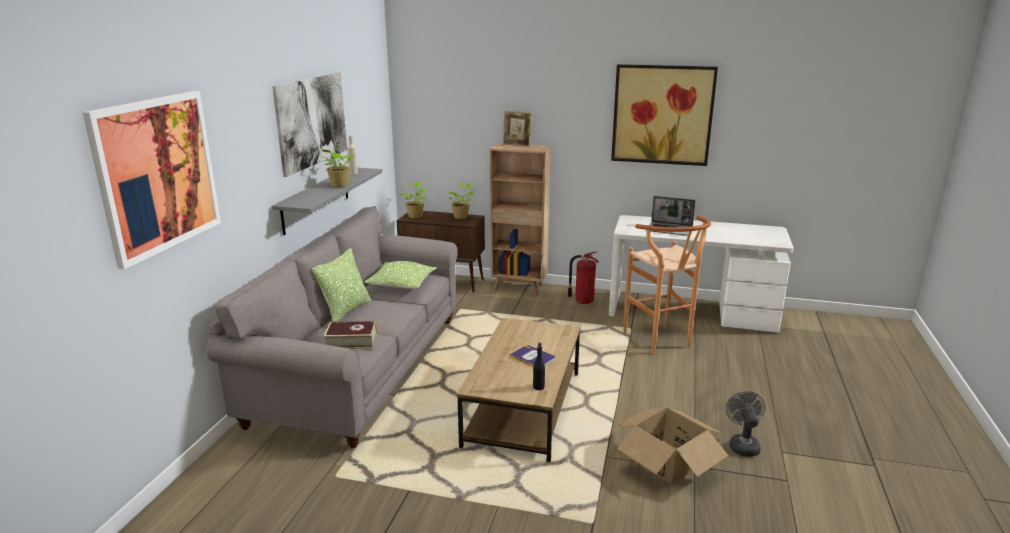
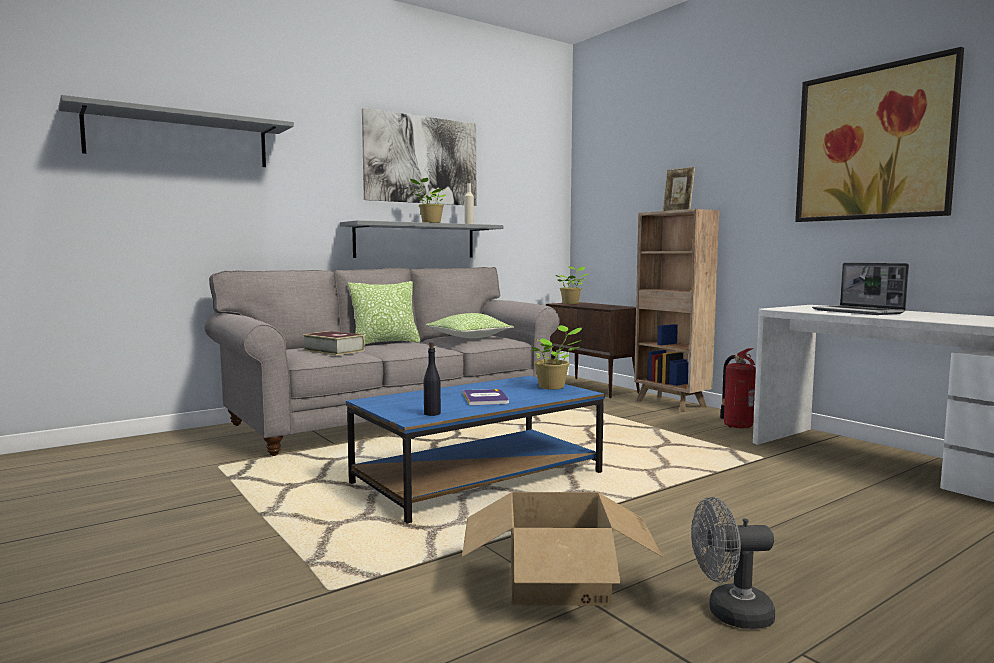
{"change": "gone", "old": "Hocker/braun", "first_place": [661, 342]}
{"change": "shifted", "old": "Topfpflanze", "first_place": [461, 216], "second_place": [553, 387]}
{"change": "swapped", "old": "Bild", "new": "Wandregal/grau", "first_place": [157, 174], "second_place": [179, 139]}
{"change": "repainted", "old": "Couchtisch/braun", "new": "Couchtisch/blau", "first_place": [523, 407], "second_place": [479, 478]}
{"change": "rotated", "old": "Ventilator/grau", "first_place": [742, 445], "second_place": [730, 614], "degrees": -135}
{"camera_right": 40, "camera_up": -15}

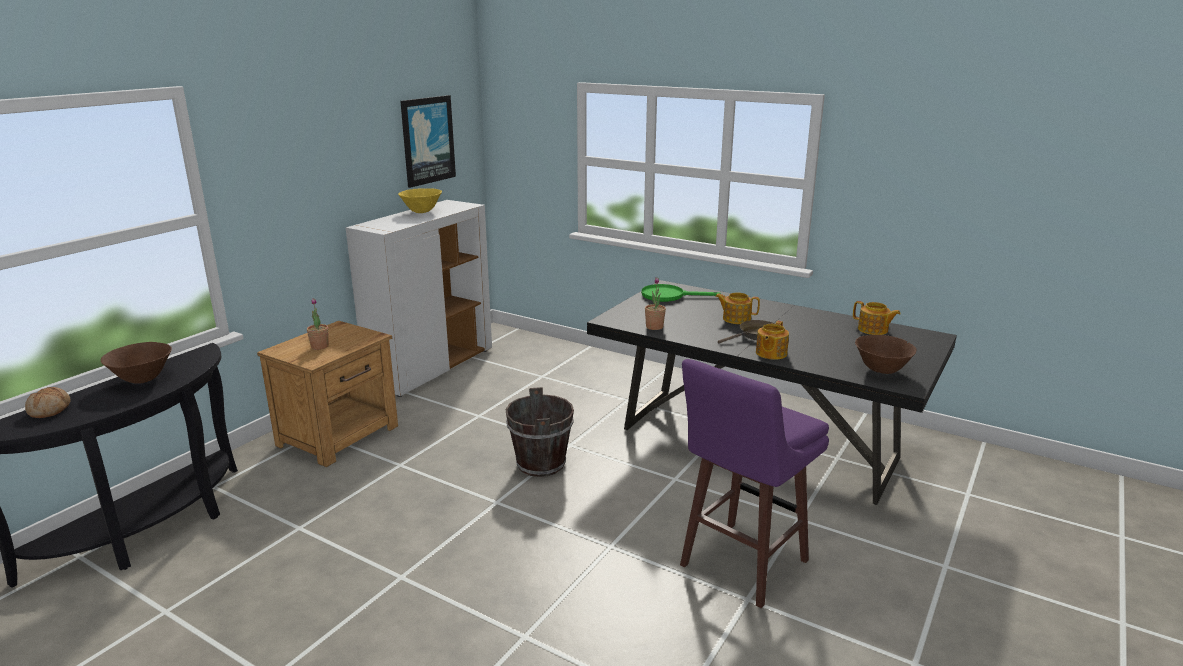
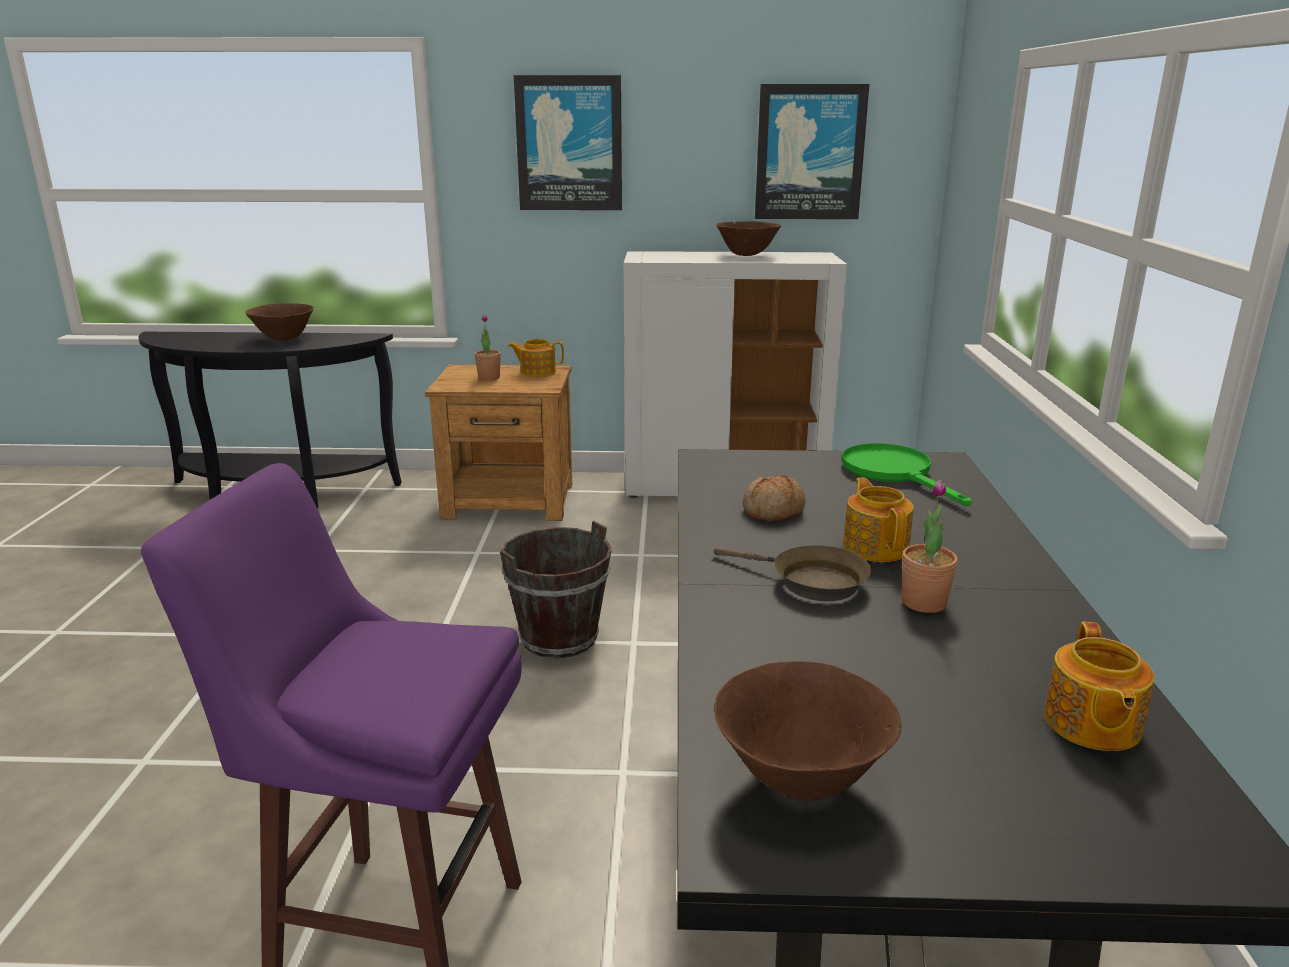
{"change": "new", "new": "Bild", "second_place": [569, 144]}
{"change": "shifted", "old": "Brot", "first_place": [50, 410], "second_place": [774, 511]}
{"change": "shifted", "old": "Topfpflanze", "first_place": [654, 327], "second_place": [924, 602]}
{"change": "shifted", "old": "Teekanne", "first_place": [770, 353], "second_place": [537, 372]}
{"change": "repainted", "old": "Schüssel/gelb", "new": "Schüssel/braun", "first_place": [421, 212], "second_place": [746, 255]}
{"camera_right": 60, "camera_up": 0}

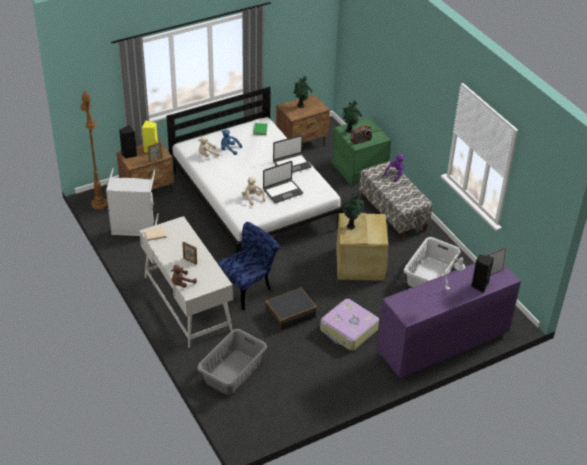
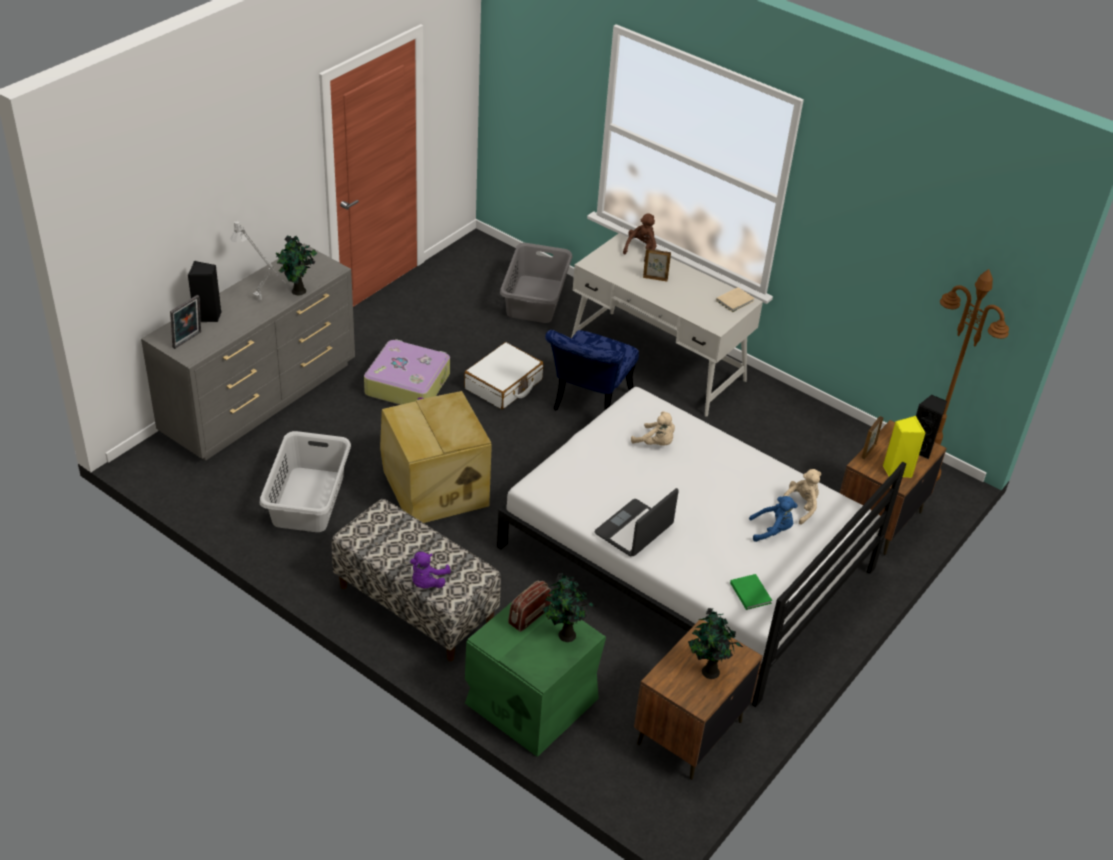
{"change": "gone", "old": "Wäschekorb/grau", "first_place": [134, 228]}
{"change": "gone", "old": "Laptop", "first_place": [282, 191]}
{"change": "shifted", "old": "Topfpflanze", "first_place": [351, 226], "second_place": [298, 292]}
{"change": "repainted", "old": "Koffer/schwarz", "new": "Koffer/weiß", "first_place": [290, 314], "second_place": [503, 385]}
{"change": "repainted", "old": "Kommode/lila", "new": "Kommode/grau", "first_place": [441, 344], "second_place": [261, 399]}
{"camera_right": 155, "camera_up": 0}

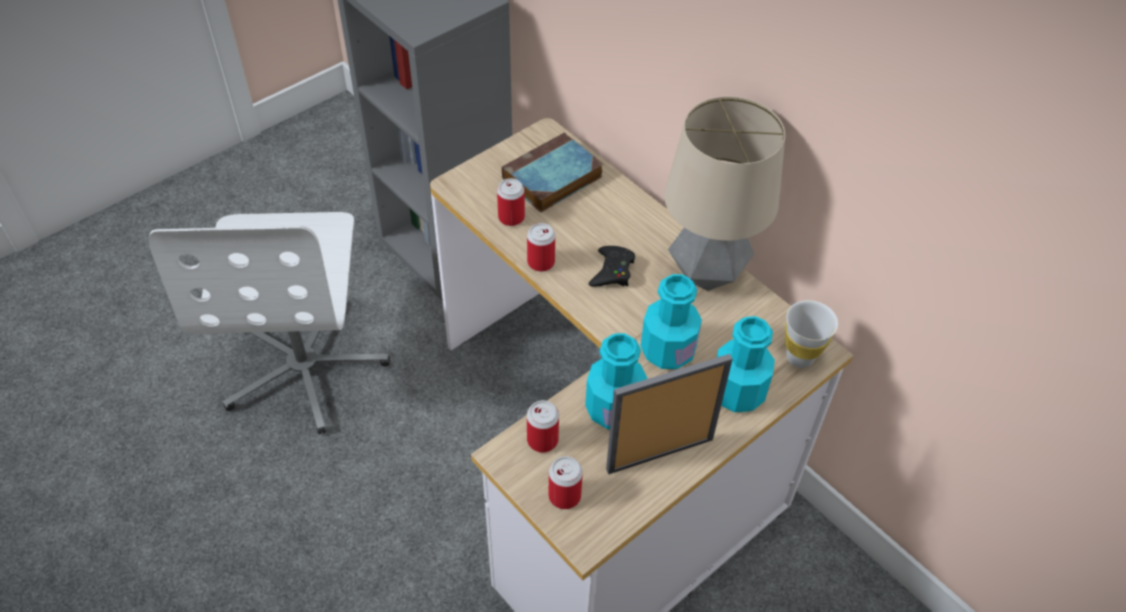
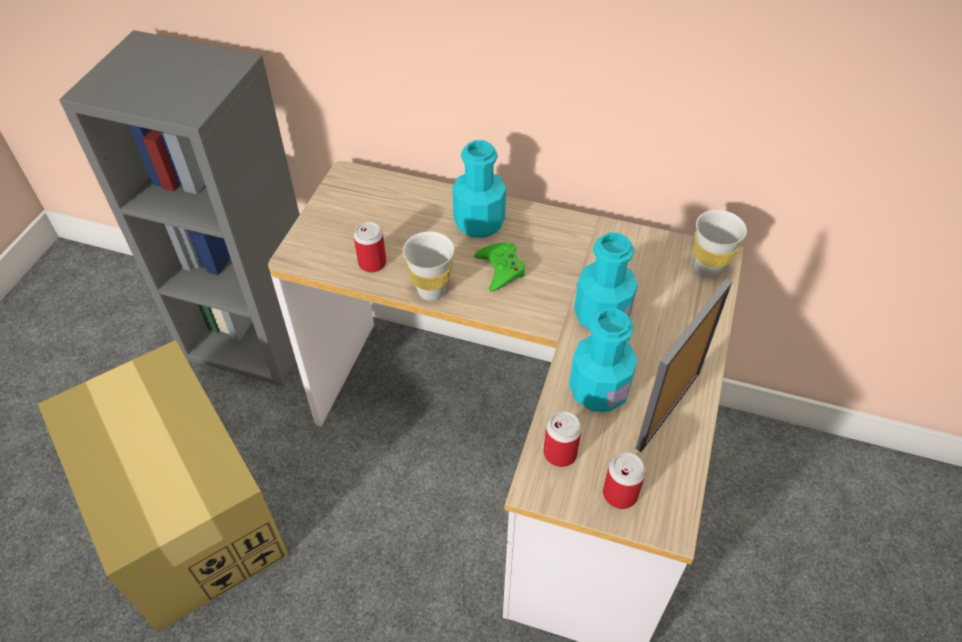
{"change": "gone", "old": "Buch", "first_place": [551, 179]}
{"change": "gone", "old": "Tischlampe", "first_place": [706, 273]}
{"change": "shifted", "old": "Flasche/türkis", "first_place": [737, 392], "second_place": [479, 222]}
{"change": "swapped", "old": "Bürostuhl/weiß", "new": "Karton", "first_place": [305, 366], "second_place": [186, 513]}
{"change": "swapped", "old": "Dose", "new": "Tasse/weiß", "first_place": [541, 262], "second_place": [431, 291]}
{"change": "repainted", "old": "Gamepad/schwarz", "new": "Gamepad/grün", "first_place": [612, 271], "second_place": [500, 269]}
{"camera_right": -30, "camera_up": 0}

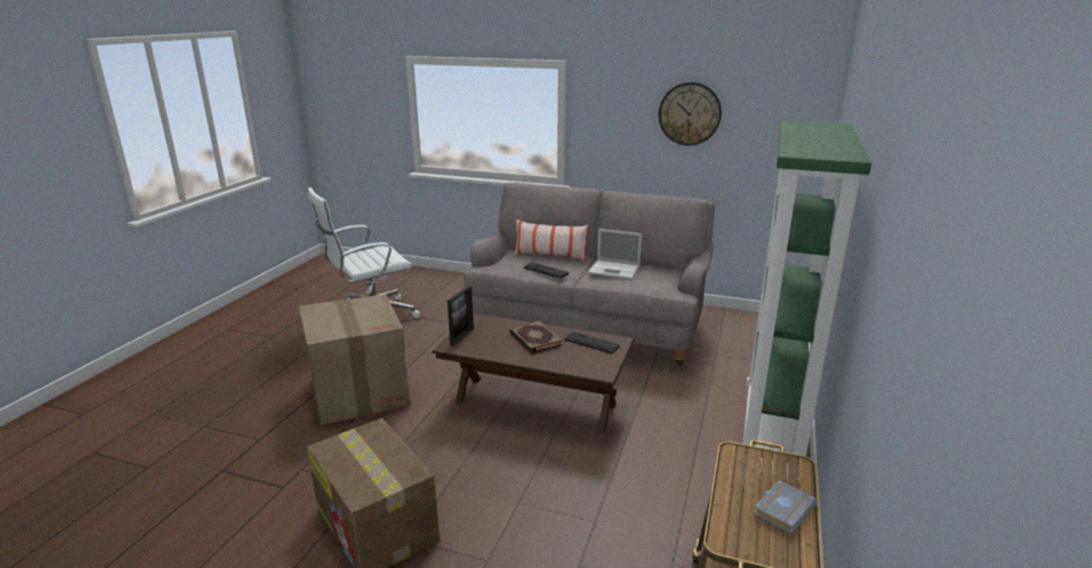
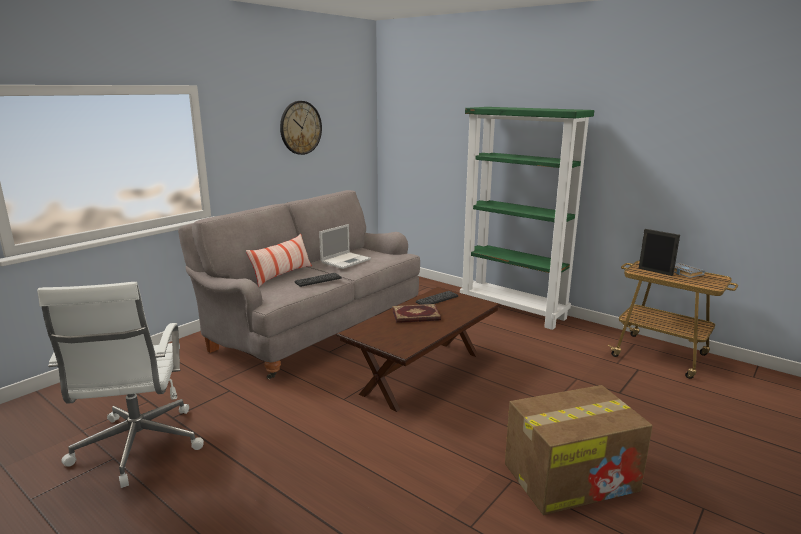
{"change": "gone", "old": "Karton", "first_place": [359, 392]}
{"change": "shifted", "old": "Bilderrahmen", "first_place": [462, 336], "second_place": [655, 271]}
{"camera_right": -70, "camera_up": -5}

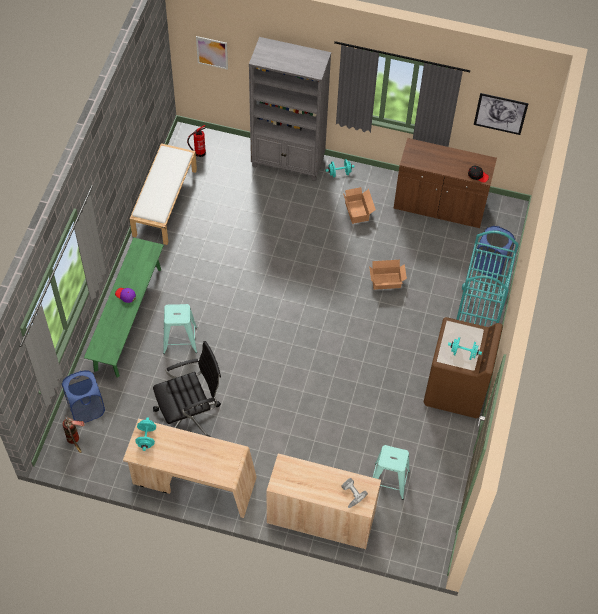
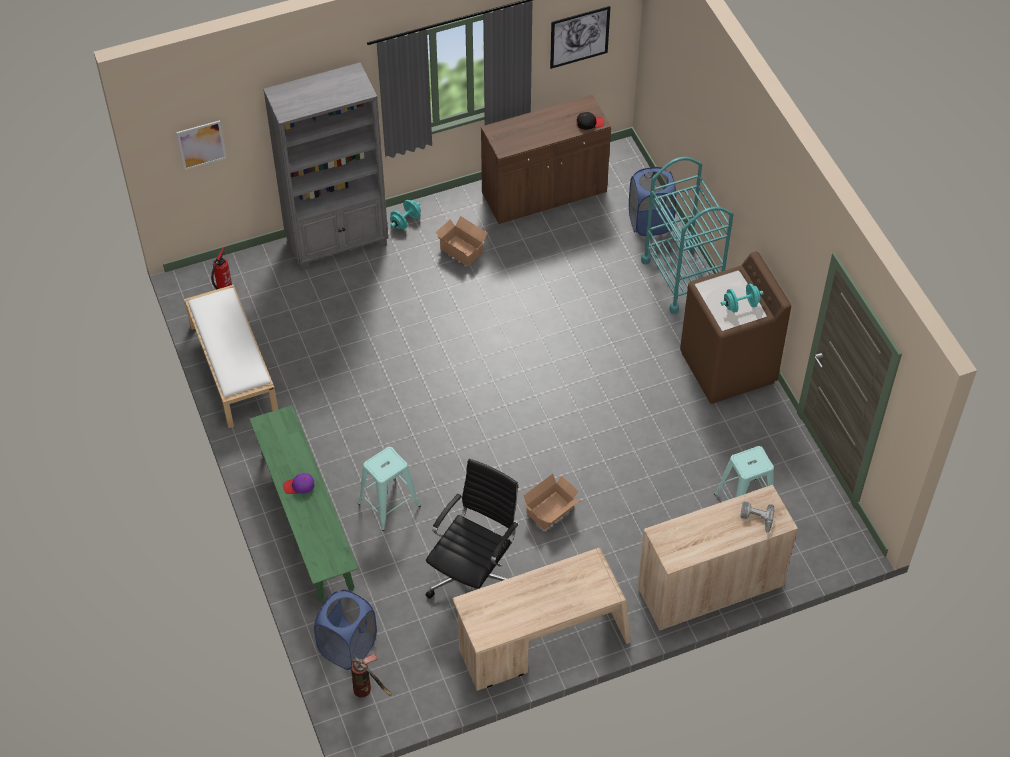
{"change": "gone", "old": "Hantel/türkis", "first_place": [146, 438]}
{"change": "shifted", "old": "Karton", "first_place": [387, 282], "second_place": [552, 511]}
{"camera_right": -35, "camera_up": -5}

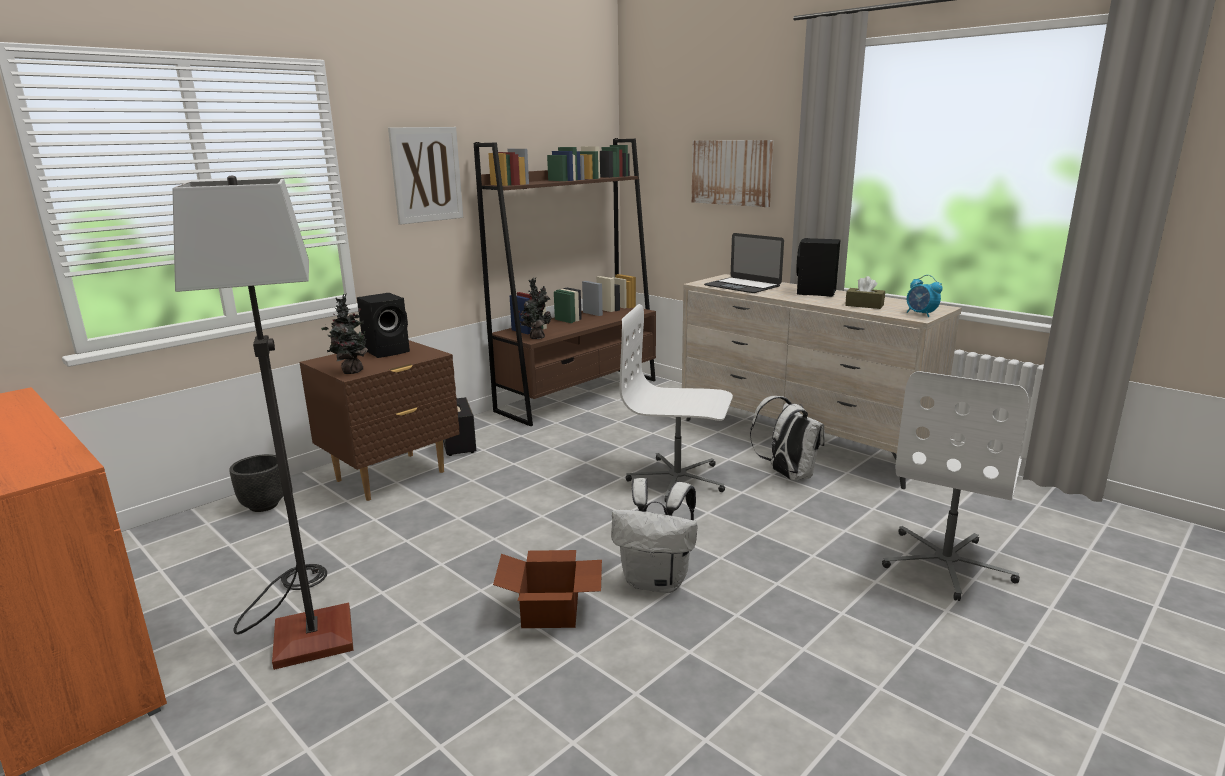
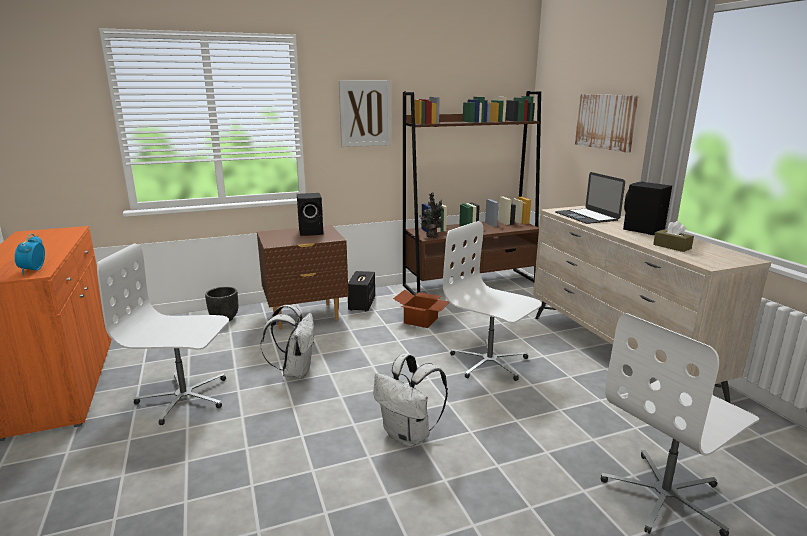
{"change": "gone", "old": "Topfpflanze", "first_place": [350, 371]}
{"change": "shifted", "old": "Karton", "first_place": [552, 611], "second_place": [421, 321]}
{"change": "shifted", "old": "Rucksack/weiß", "first_place": [787, 475], "second_place": [295, 371]}
{"change": "shifted", "old": "Wecker", "first_place": [921, 314], "second_place": [33, 270]}
{"change": "swapped", "old": "Stehlampe", "new": "Bürostuhl/weiß", "first_place": [305, 624], "second_place": [184, 398]}
{"camera_right": 25, "camera_up": 0}

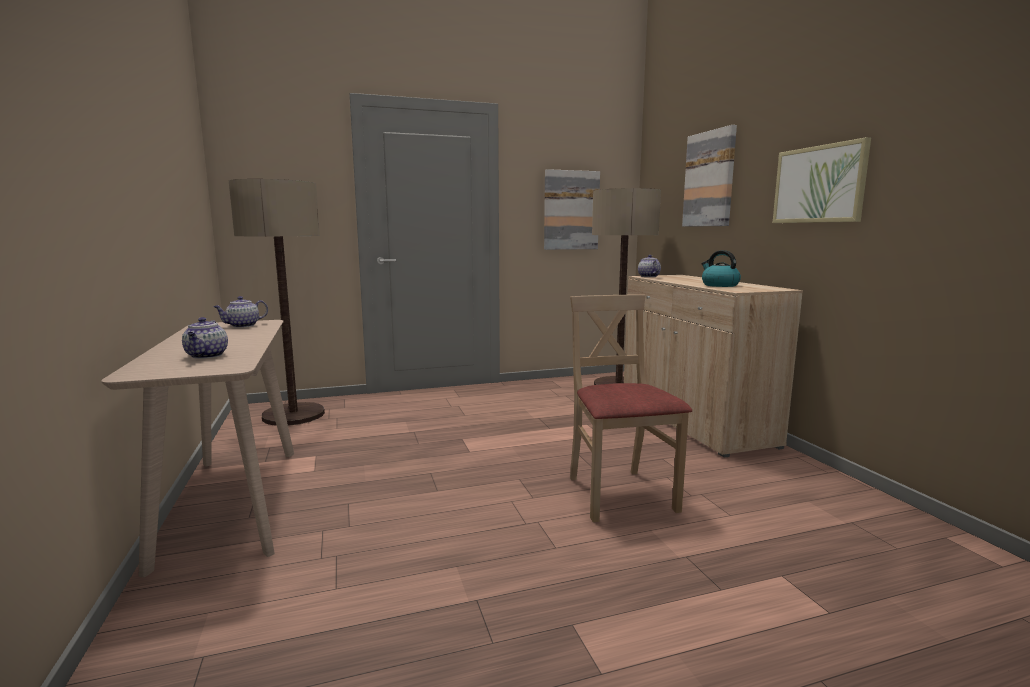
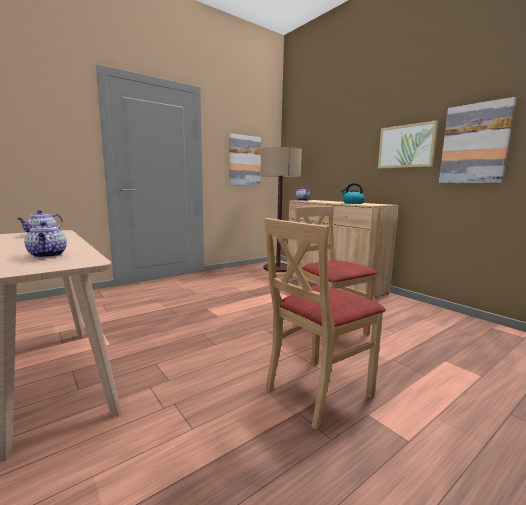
{"change": "gone", "old": "Stehlampe", "first_place": [294, 415]}
{"change": "new", "new": "Stuhl/beige", "second_place": [317, 391]}
{"change": "shifted", "old": "Bild", "first_place": [709, 179], "second_place": [474, 144]}
{"camera_right": -20, "camera_up": 0}

